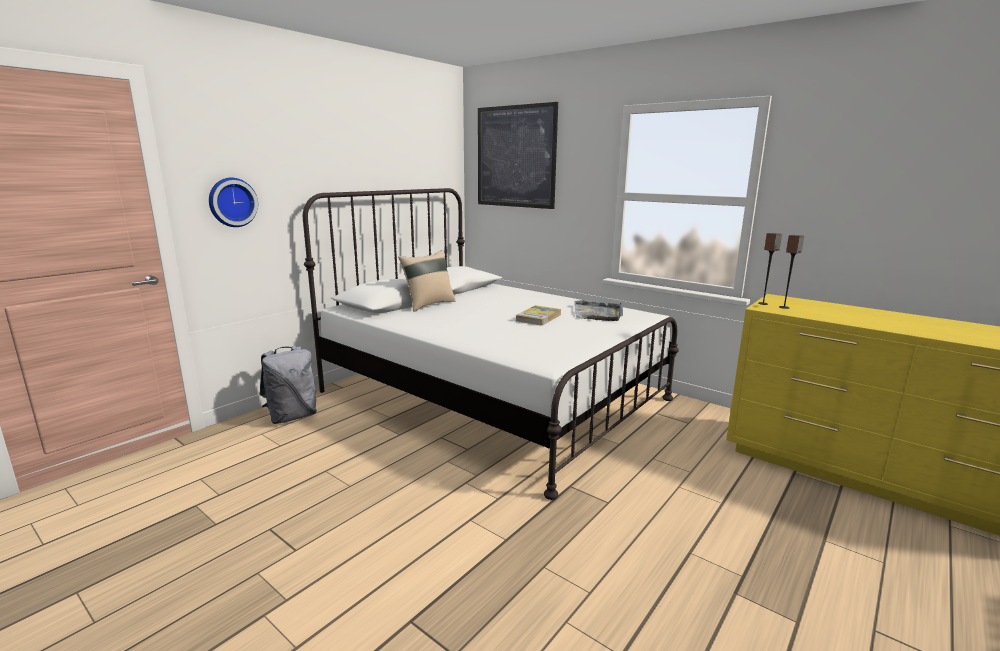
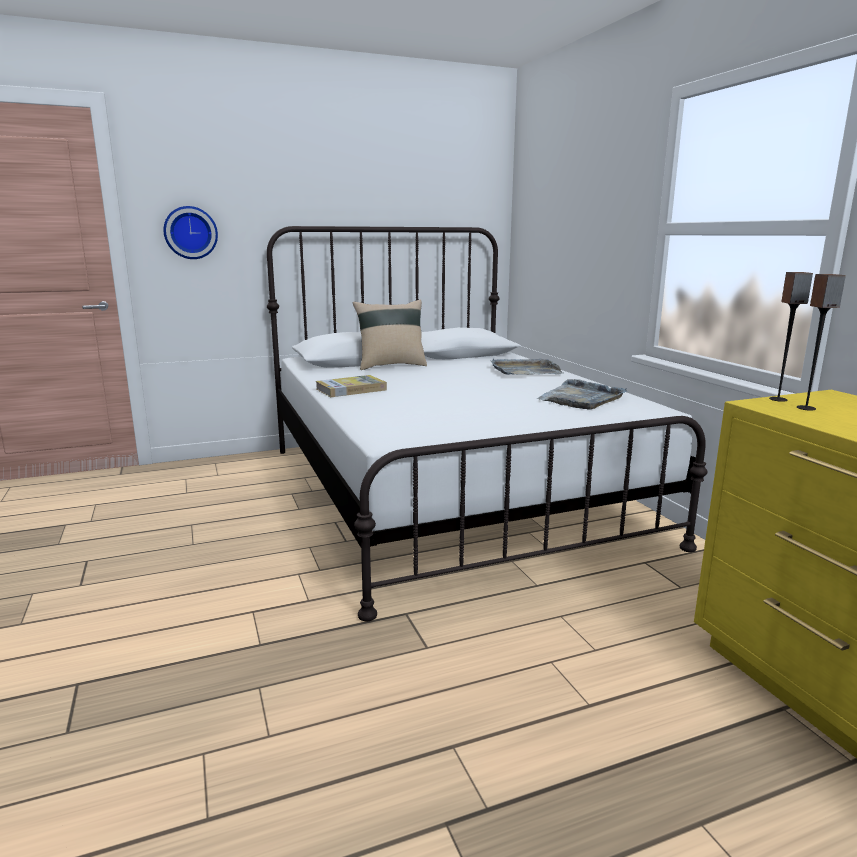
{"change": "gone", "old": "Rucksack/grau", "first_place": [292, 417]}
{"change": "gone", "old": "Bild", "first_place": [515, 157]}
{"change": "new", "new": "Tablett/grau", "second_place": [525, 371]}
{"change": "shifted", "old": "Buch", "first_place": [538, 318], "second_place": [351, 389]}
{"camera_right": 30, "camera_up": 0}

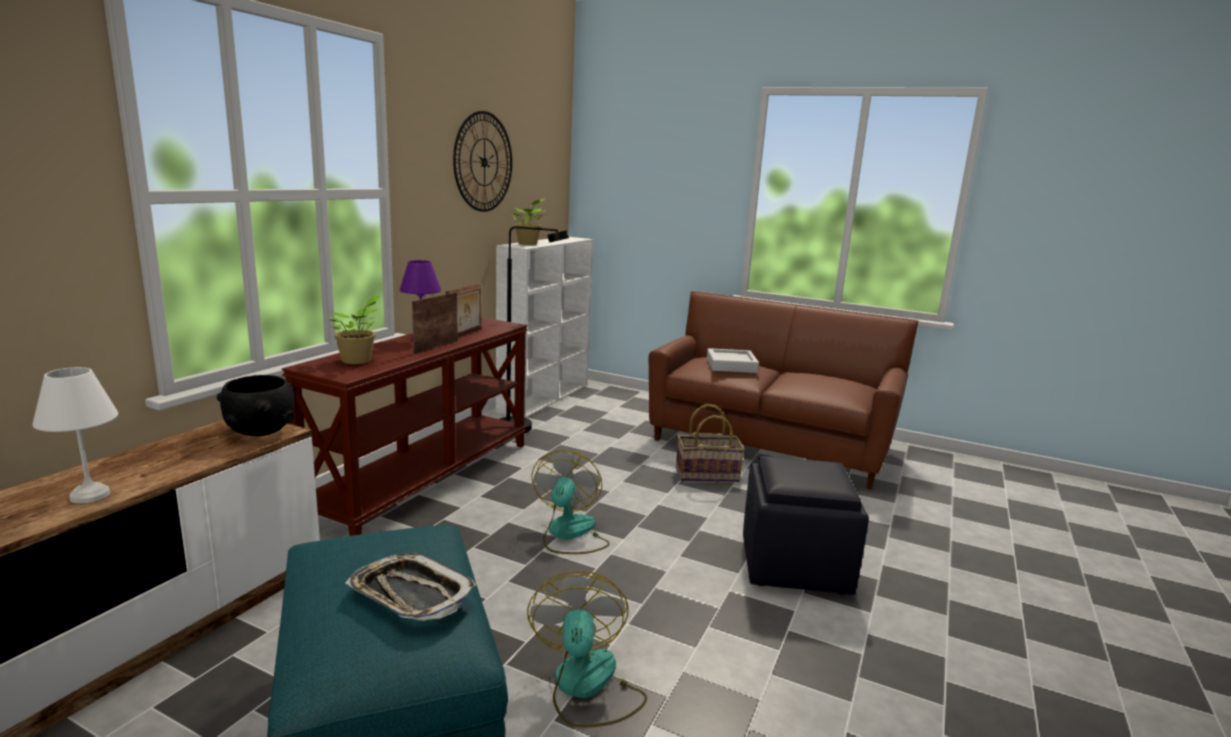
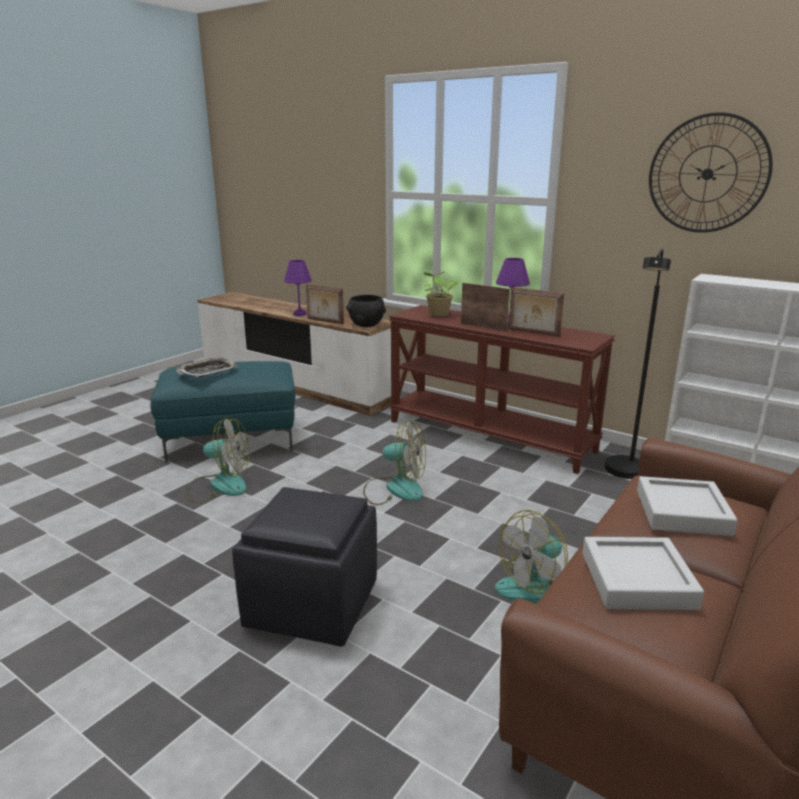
{"change": "gone", "old": "Topfpflanze", "first_place": [528, 244]}
{"change": "new", "new": "Bilderrahmen", "second_place": [325, 321]}
{"change": "new", "new": "Tablett/grau", "second_place": [637, 580]}
{"change": "swapped", "old": "Korb", "new": "Ventilator", "first_place": [707, 474], "second_place": [534, 586]}
{"change": "repainted", "old": "Tischlampe/weiß", "new": "Tischlampe/lila", "first_place": [90, 495], "second_place": [300, 314]}
{"camera_right": 100, "camera_up": 5}

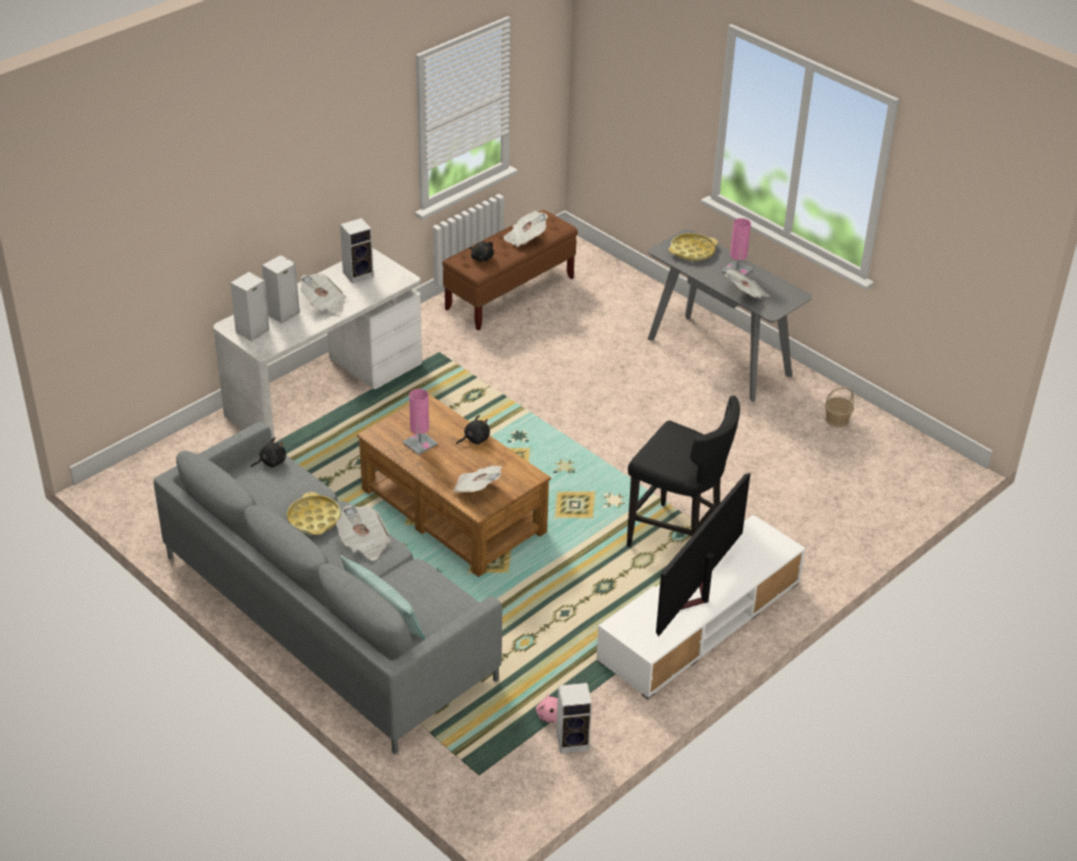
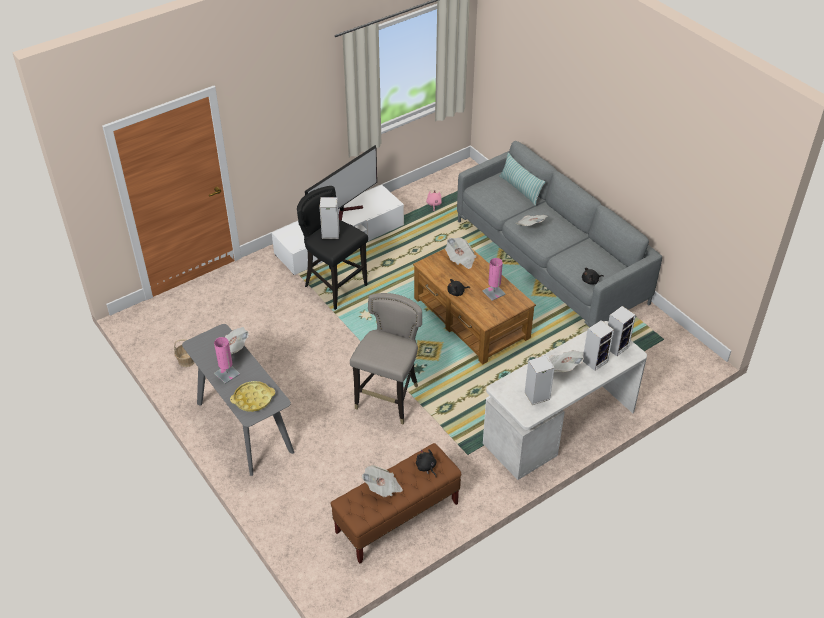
{"change": "gone", "old": "Tablett/gelb", "first_place": [314, 519]}
{"change": "new", "new": "Hocker/grau", "second_place": [389, 398]}
{"change": "shifted", "old": "Lautsprecher", "first_place": [573, 740], "second_place": [329, 234]}
{"camera_right": -170, "camera_up": 5}

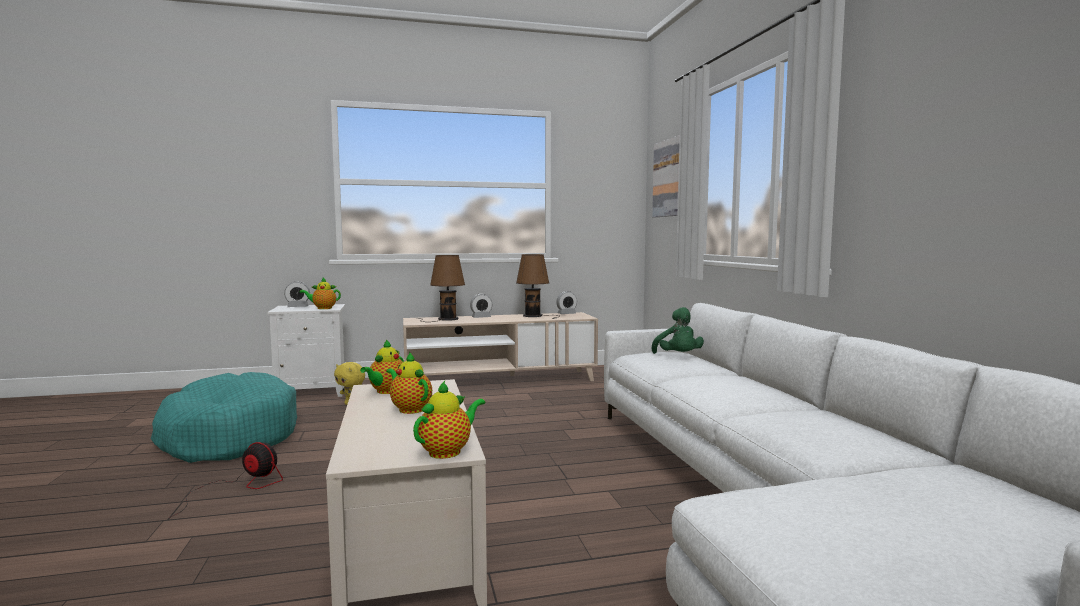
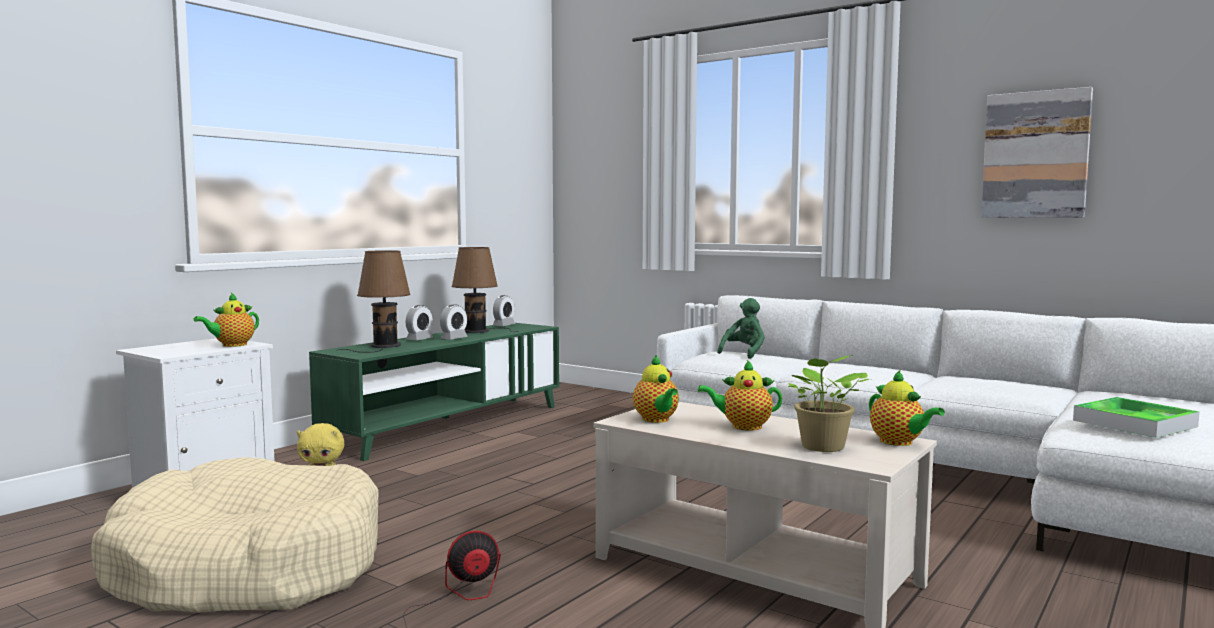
{"change": "new", "new": "Topfpflanze", "second_place": [822, 448]}
{"change": "new", "new": "Tablett", "second_place": [1134, 423]}
{"change": "shifted", "old": "Wecker", "first_place": [298, 307], "second_place": [454, 338]}
{"change": "shifted", "old": "Bild", "first_place": [669, 178], "second_place": [1035, 155]}
{"change": "repainted", "old": "Hundebett/türkis", "new": "Hundebett/beige", "first_place": [228, 436], "second_place": [247, 568]}
{"change": "repainted", "old": "Fernsehschrank/beige", "new": "Fernsehschrank/grün", "first_place": [500, 381], "second_place": [448, 426]}
{"change": "rotated", "old": "Teekanne", "first_place": [448, 451], "second_place": [899, 442], "degrees": 150}
{"change": "rotated", "old": "Plüschtier/grün", "first_place": [678, 357], "second_place": [744, 353], "degrees": -90}
{"camera_right": -40, "camera_up": 0}

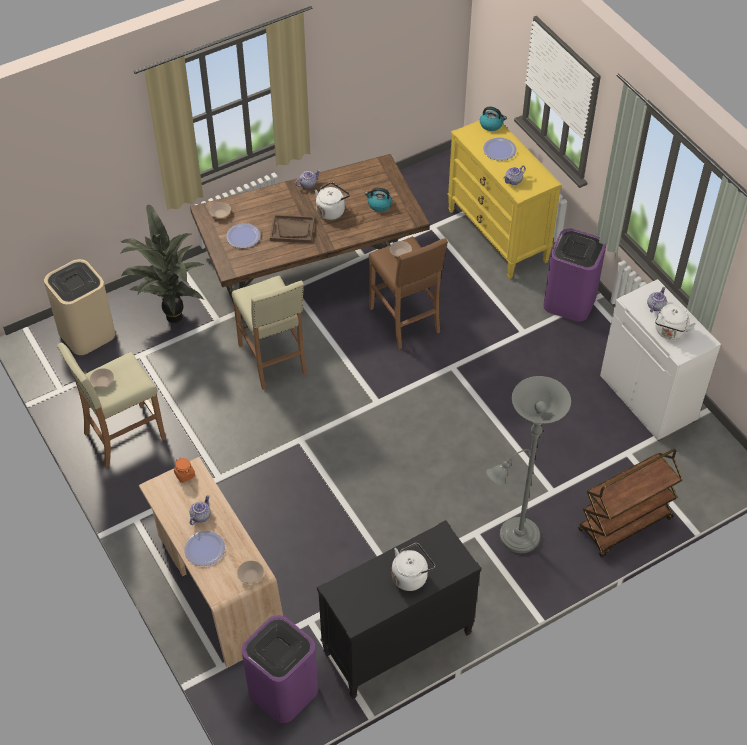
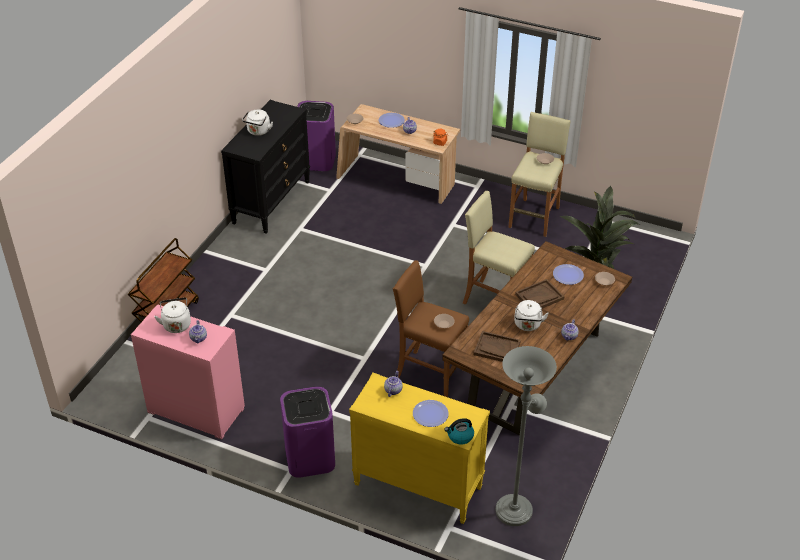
{"change": "gone", "old": "Mülleimer/beige", "first_place": [86, 333]}
{"change": "shifted", "old": "Stehlampe/grau", "first_place": [515, 538], "second_place": [515, 507]}
{"change": "swapped", "old": "Wasserkessel", "new": "Tablett/braun", "first_place": [379, 205], "second_place": [496, 348]}
{"change": "repainted", "old": "Schrank/weiß", "new": "Schrank/rosa", "first_place": [649, 398], "second_place": [195, 410]}
{"camera_right": 145, "camera_up": -10}

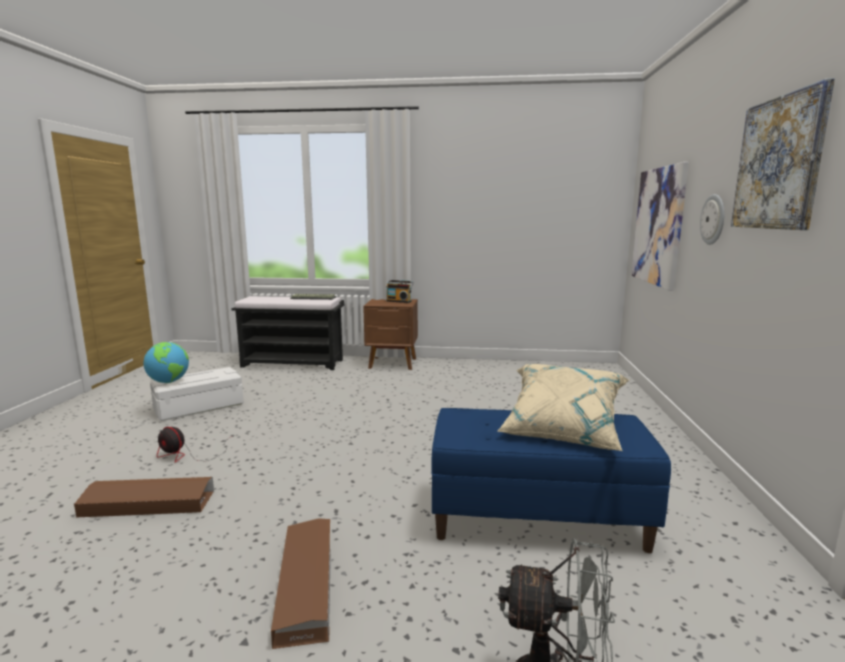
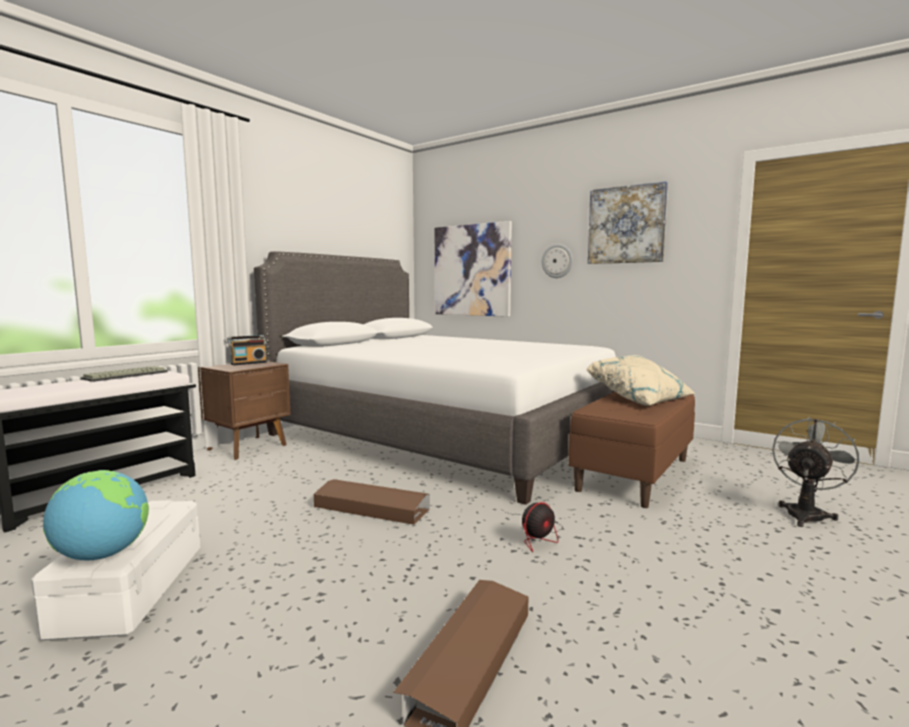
{"change": "new", "new": "Bett/weiß", "second_place": [443, 435]}
{"change": "shifted", "old": "Ventilator", "first_place": [189, 455], "second_place": [537, 535]}
{"change": "shifted", "old": "Aufbewahrungsbox/braun", "first_place": [306, 584], "second_place": [371, 508]}
{"change": "repainted", "old": "Bank/blau", "new": "Bank/braun", "first_place": [538, 518], "second_place": [633, 474]}
{"camera_right": -60, "camera_up": -5}

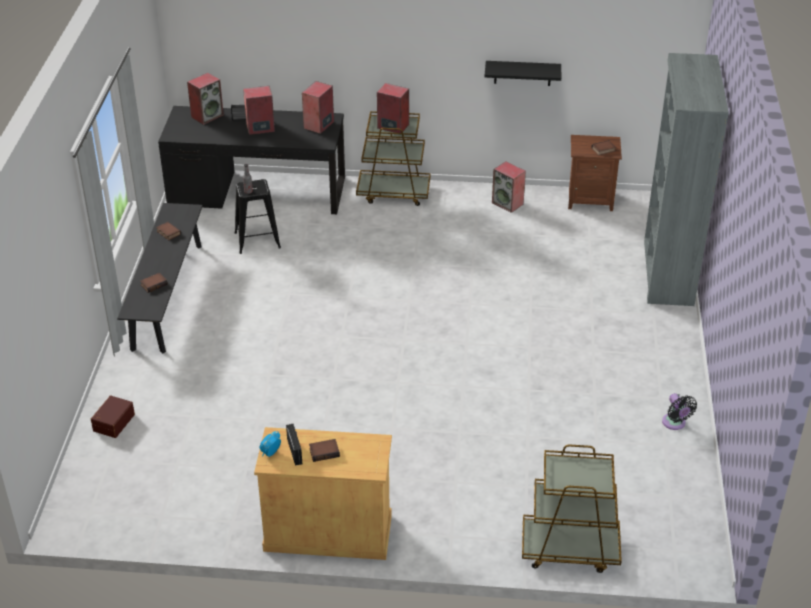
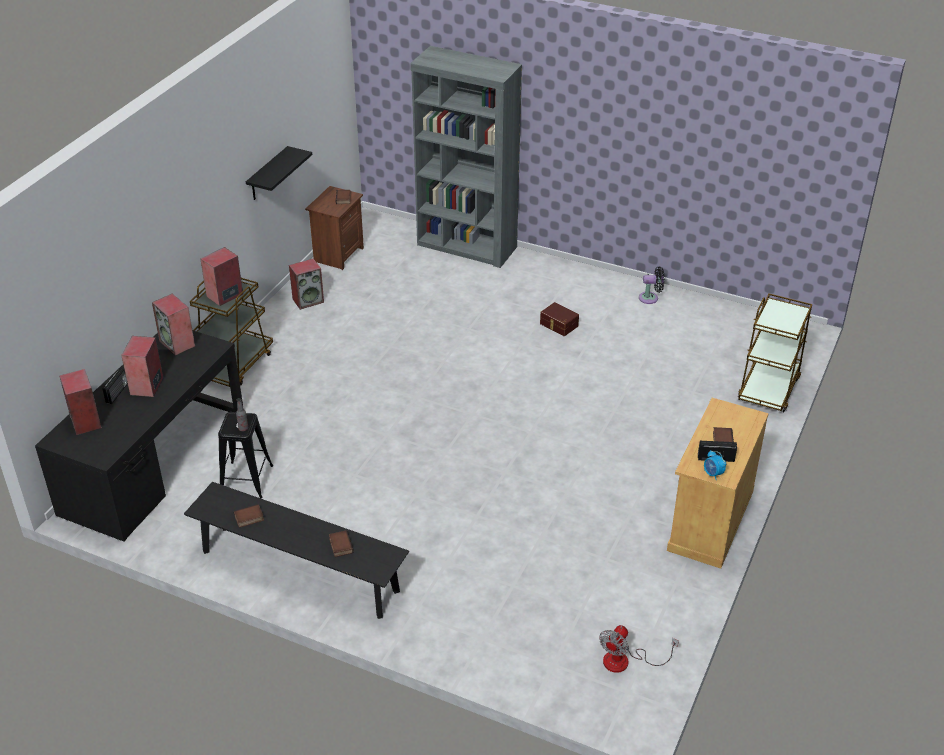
{"change": "new", "new": "Ventilator", "second_place": [625, 661]}
{"change": "shifted", "old": "Aufbewahrungsbox/braun", "first_place": [113, 422], "second_place": [558, 325]}
{"camera_right": -70, "camera_up": 0}

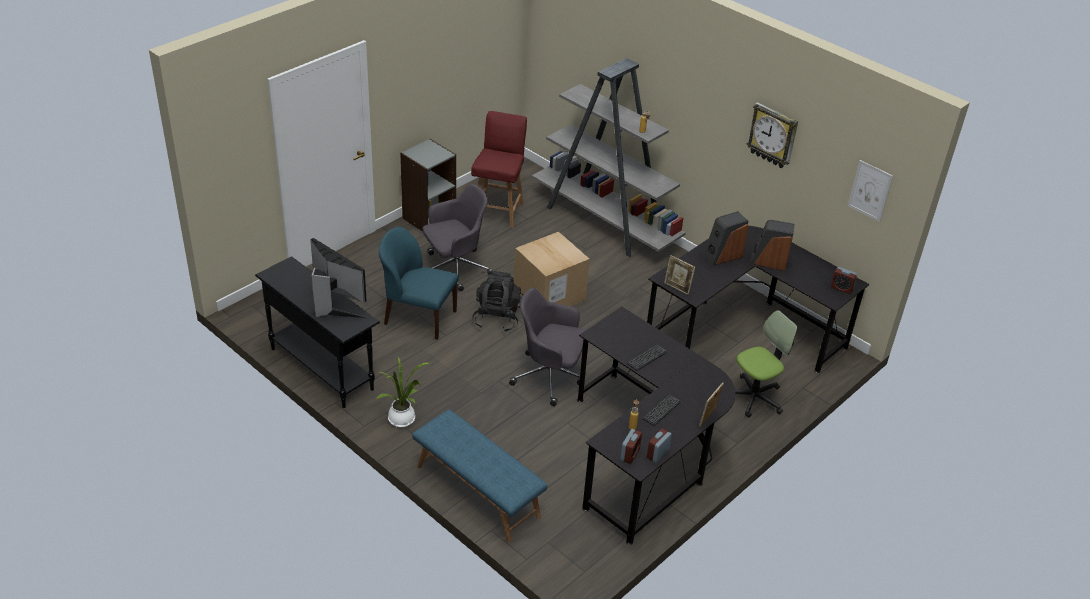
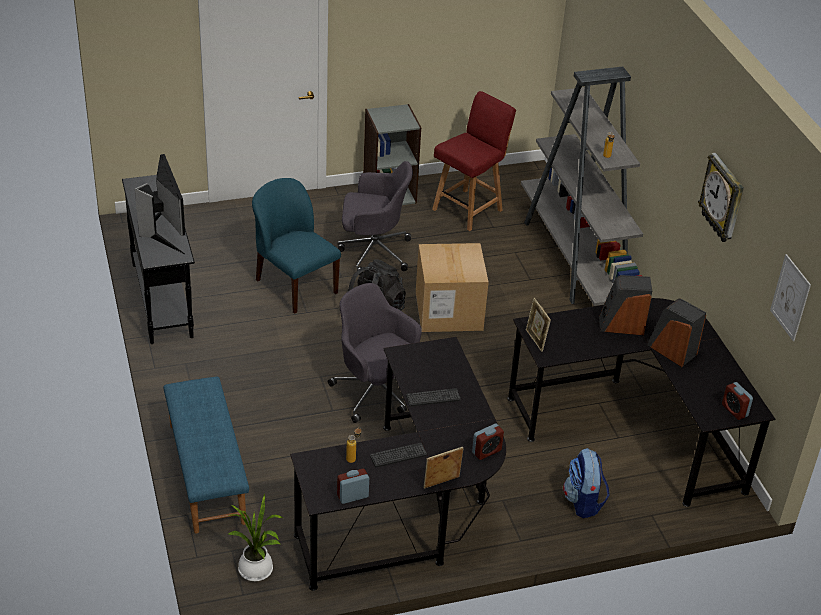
{"change": "shifted", "old": "Topfpflanze", "first_place": [403, 419], "second_place": [257, 571]}
{"change": "shifted", "old": "Wecker", "first_place": [630, 454], "second_place": [486, 451]}
{"change": "swapped", "old": "Bürostuhl", "new": "Rucksack", "first_place": [754, 397], "second_place": [583, 502]}
{"camera_right": 30, "camera_up": 0}

